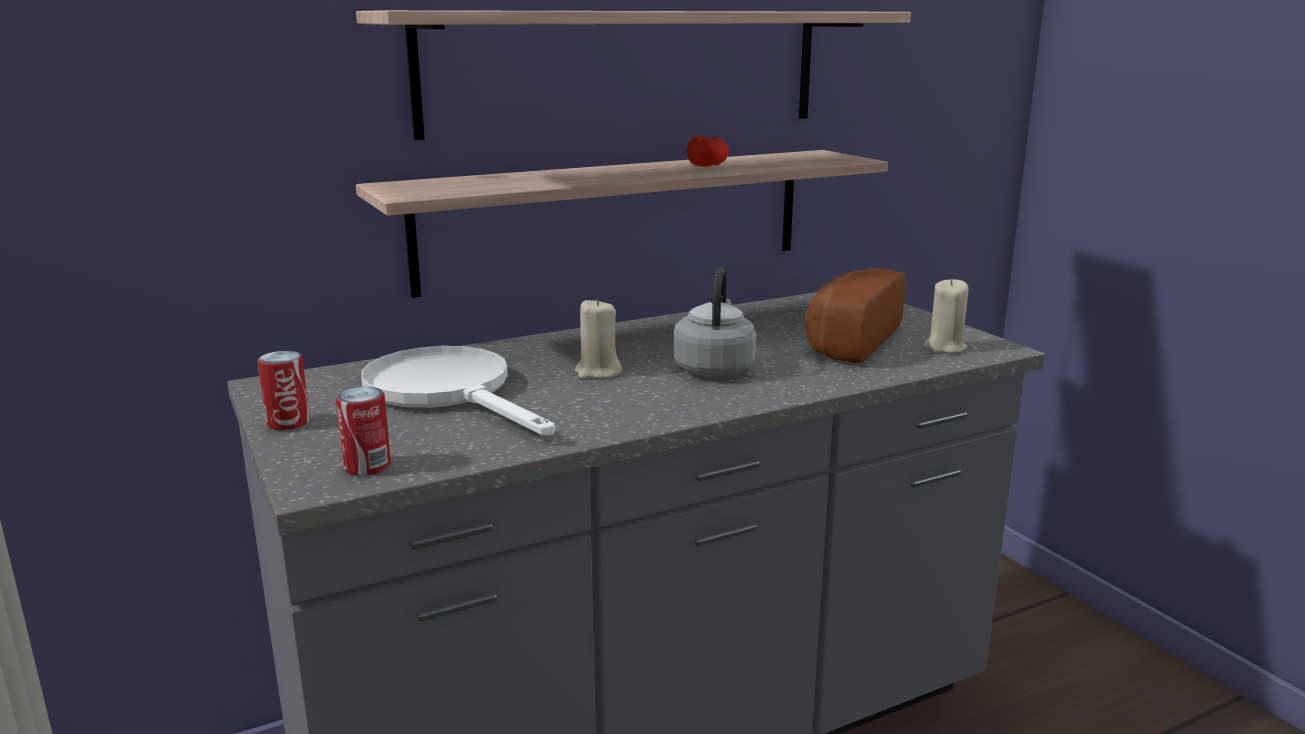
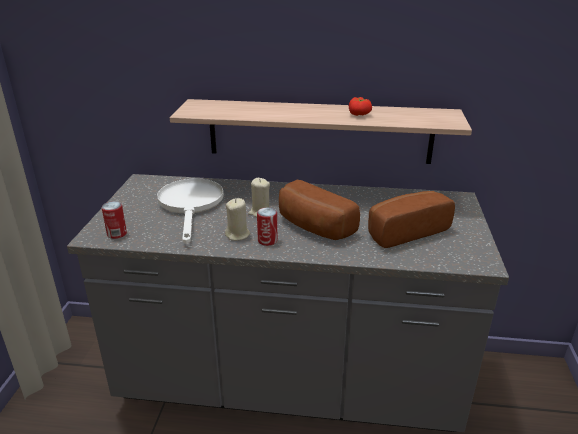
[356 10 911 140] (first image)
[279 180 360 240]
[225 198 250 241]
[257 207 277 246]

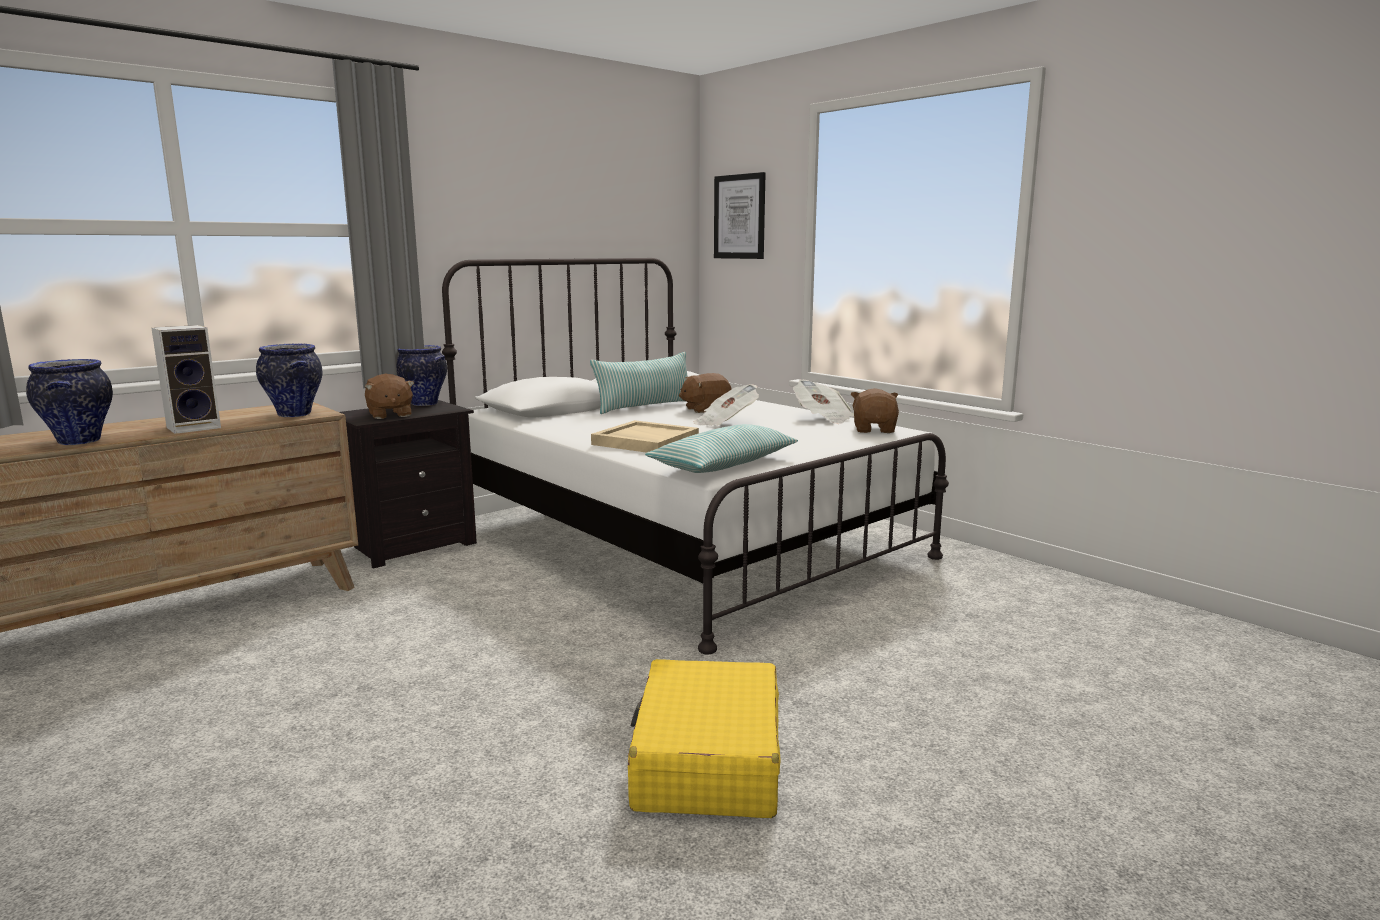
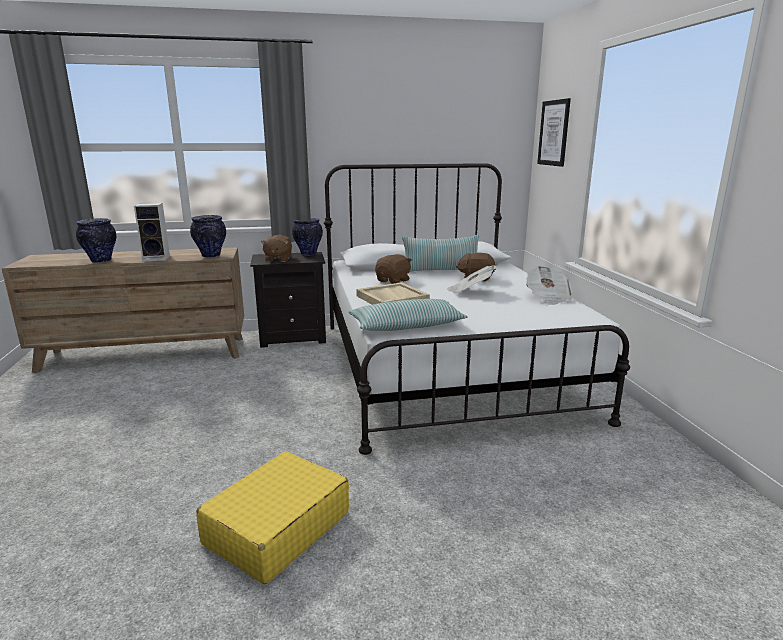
[375 254 412 284]

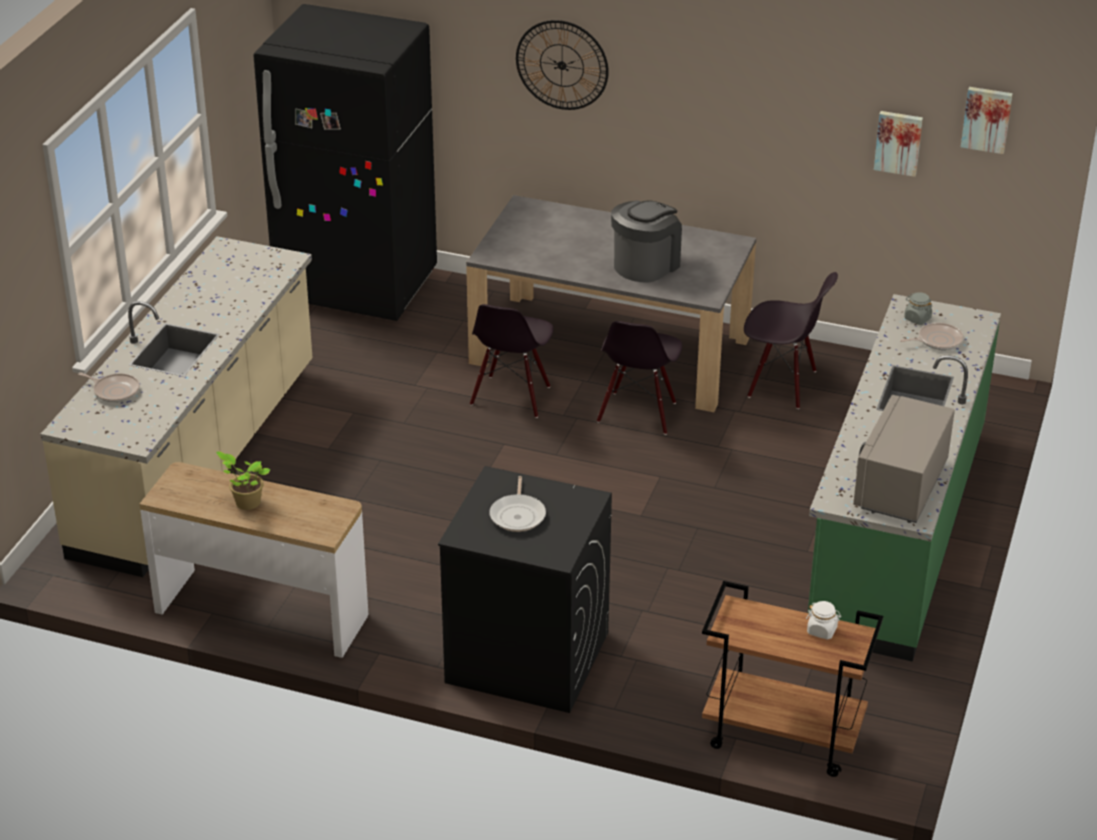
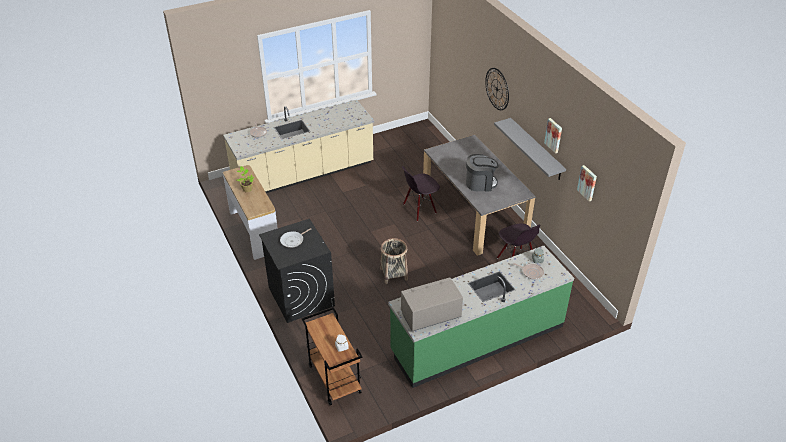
[253 4 437 321] (first image)
[544 118 562 153]
[597 321 682 435] (first image)
[494 118 566 180]
[380 238 408 284]

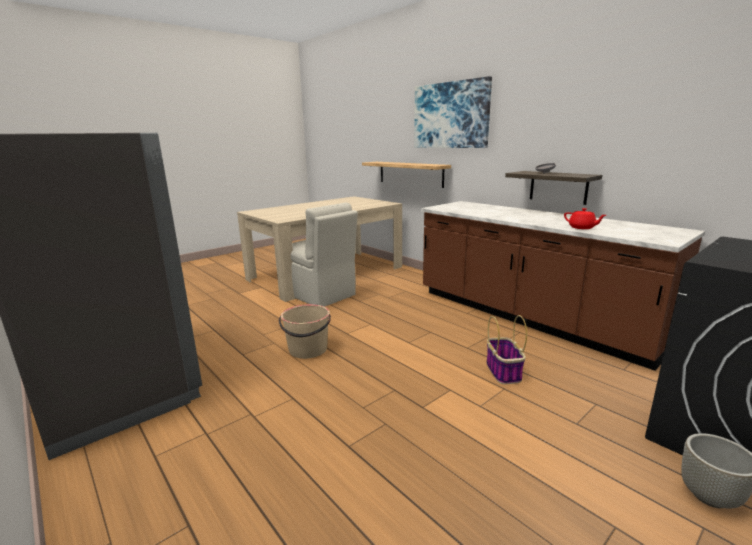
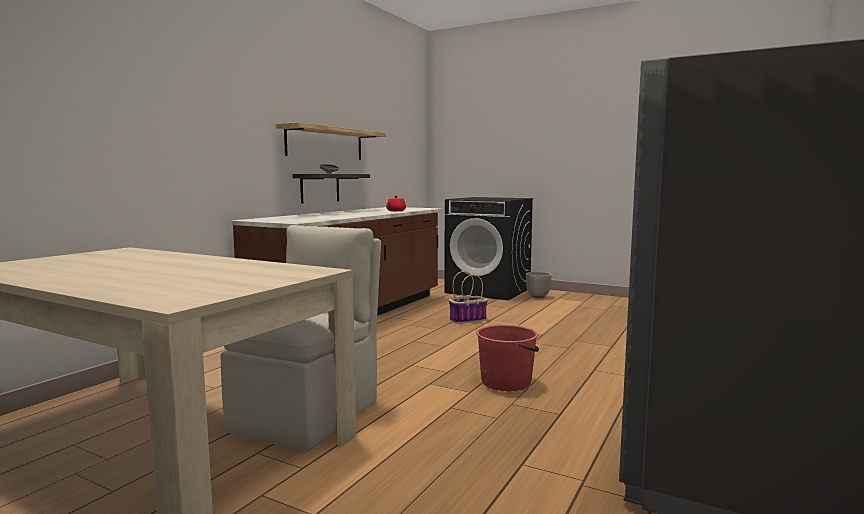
[414 76 492 148] (first image)
[276 122 386 159]
[476 324 539 391]

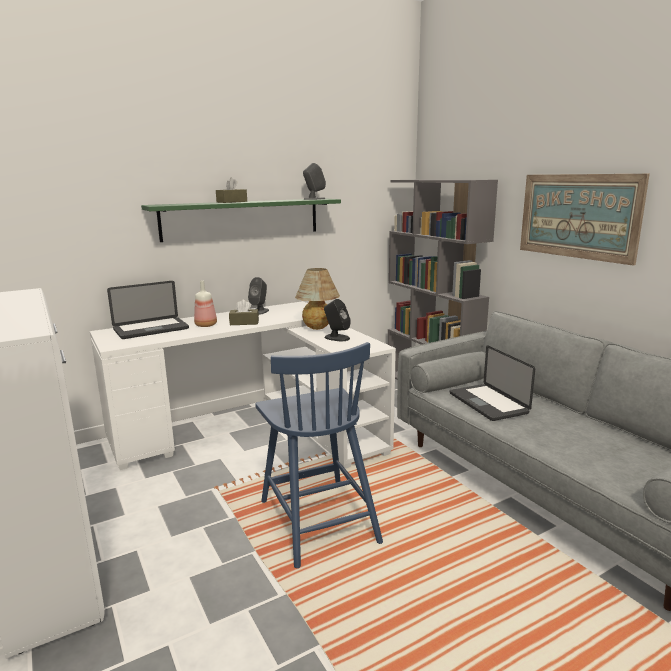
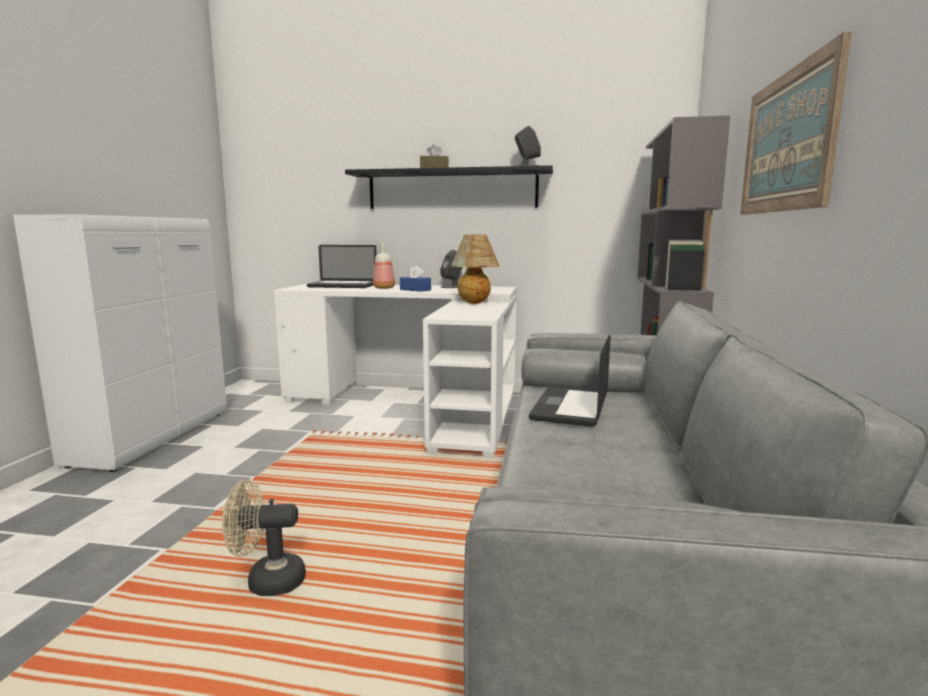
[345 165 553 209]
[324 299 351 341] (first image)
[400 265 431 292]
[255 342 383 568] (first image)
[222 480 306 596]

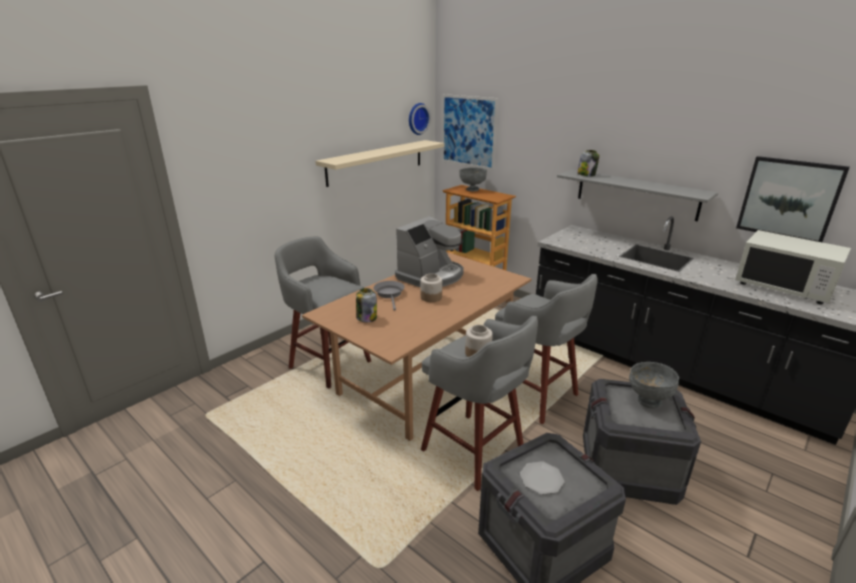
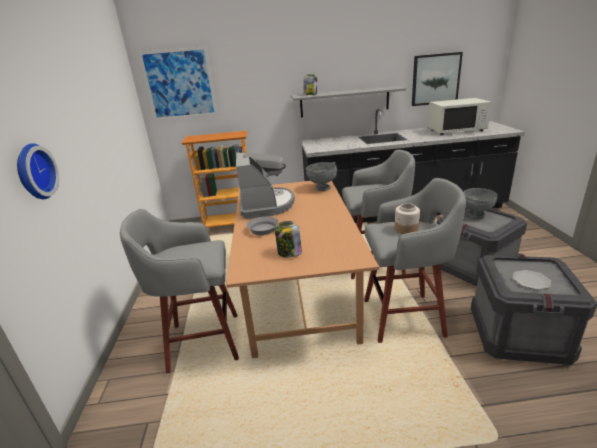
[17 143 59 199]
[315 140 445 187] (first image)
[306 162 337 191]
[421 273 442 302] (first image)

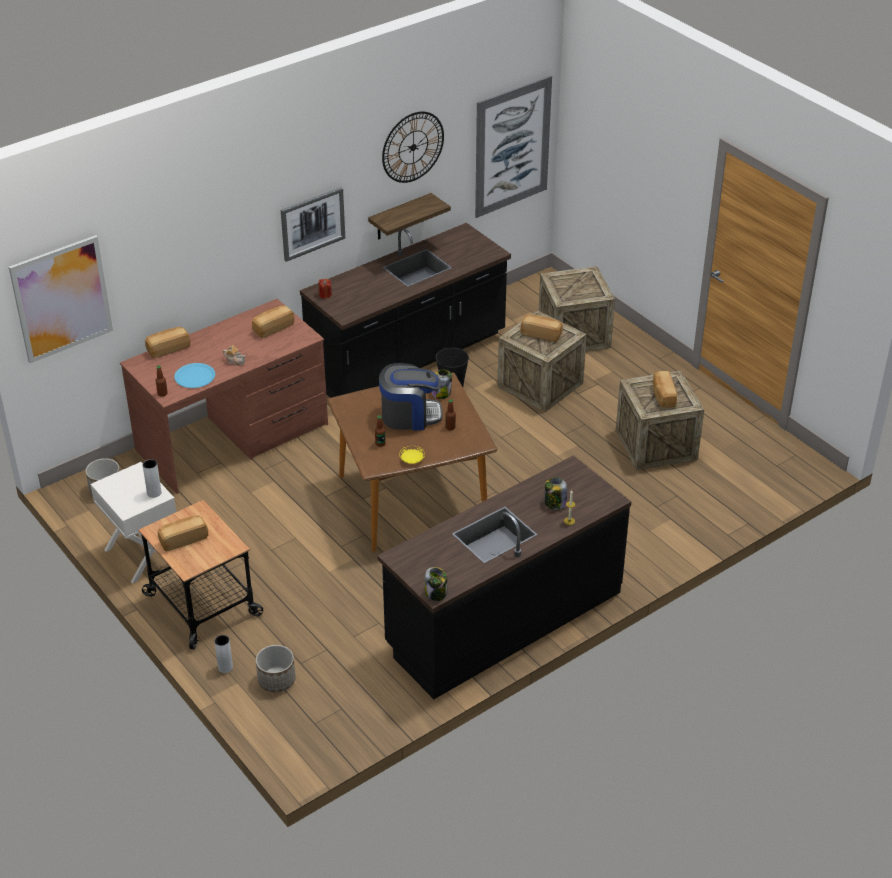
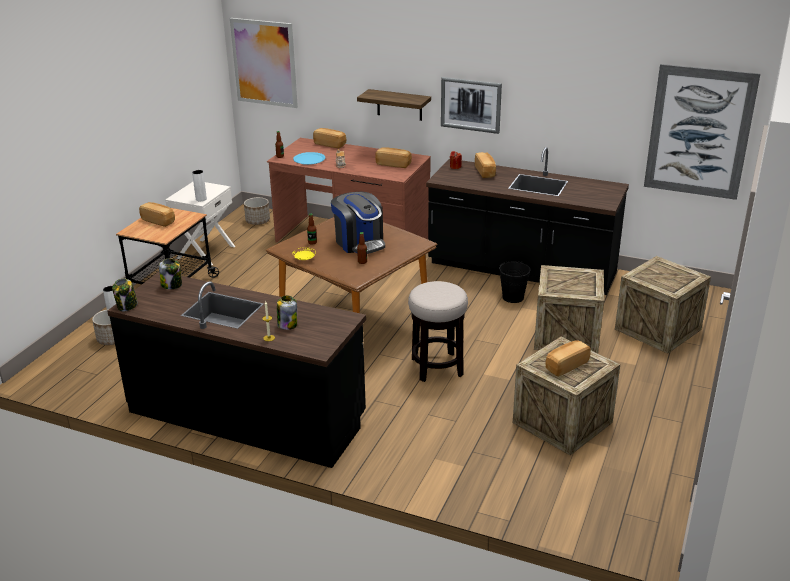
[382 111 444 183] (first image)
[357 89 431 121]
[475 152 496 178]
[159 259 182 289]
[408 281 468 382]

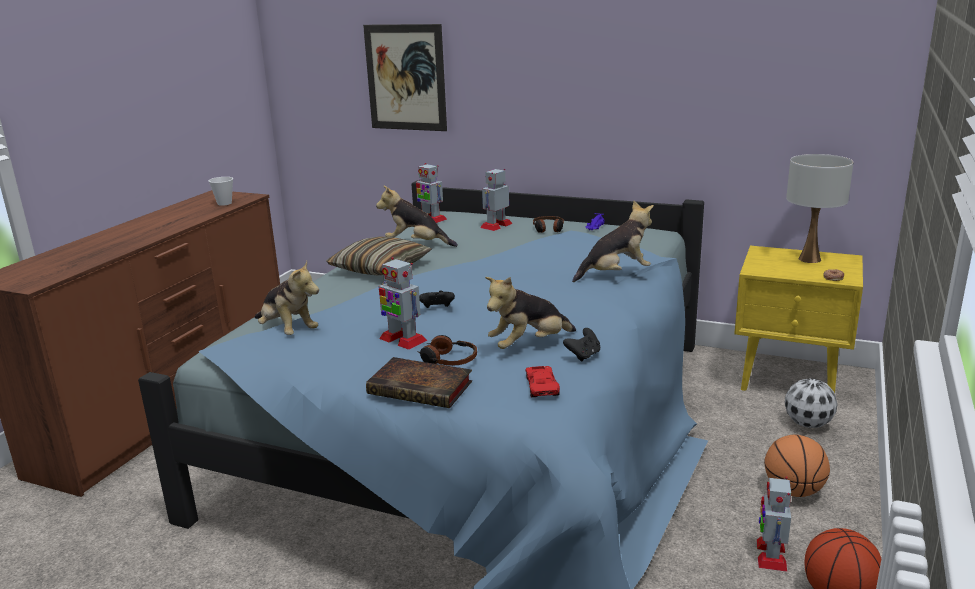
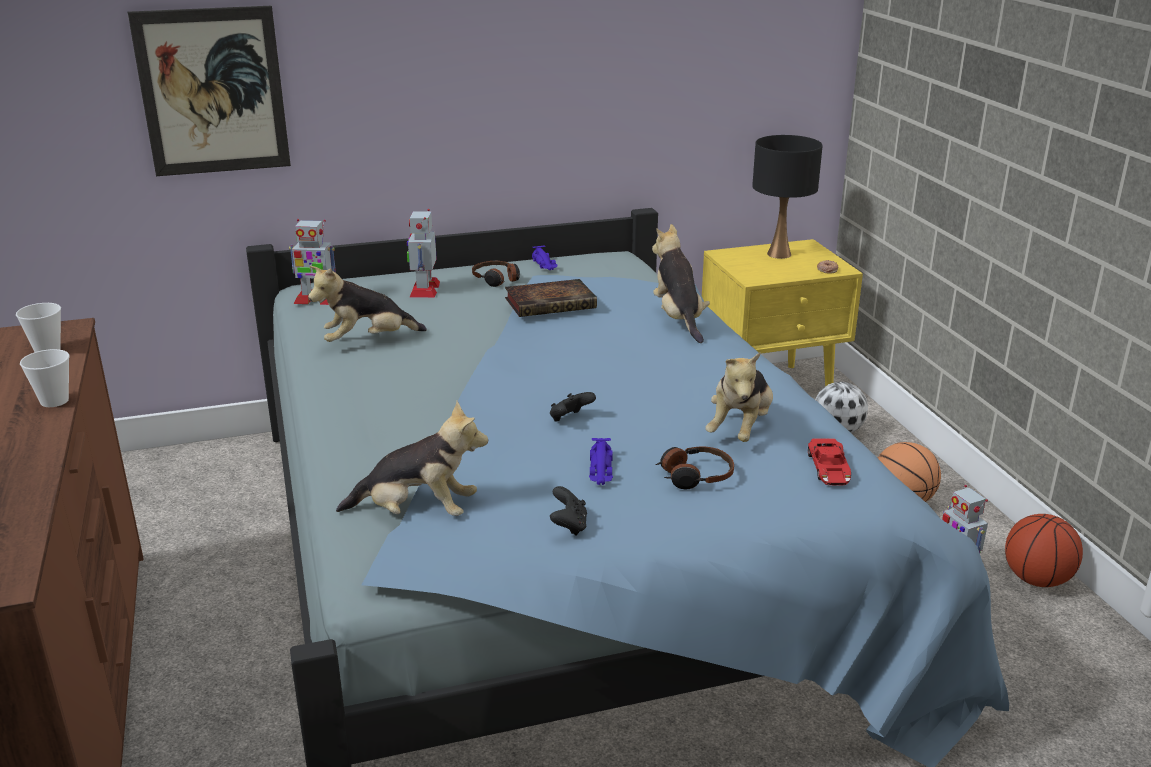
[752 135 823 259]
[652 224 710 343]
[326 236 432 276] (first image)
[589 438 613 485]
[550 486 587 536]
[505 279 597 317]
[808 438 851 485]
[20 349 70 407]

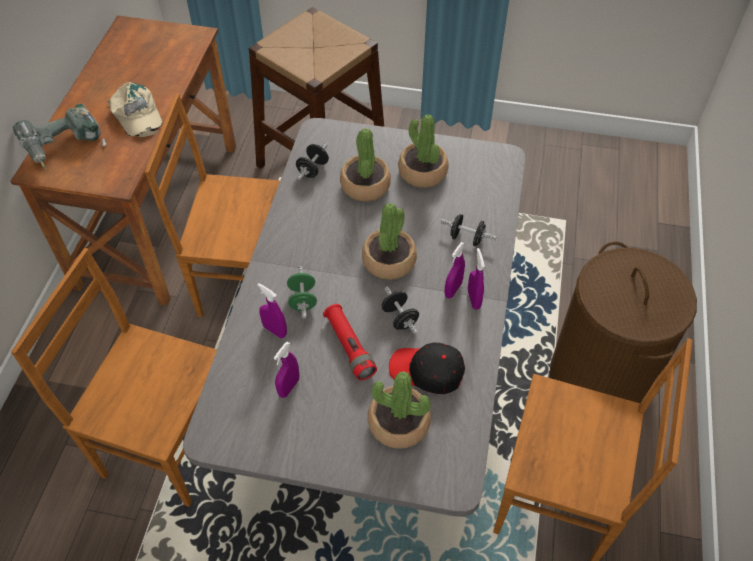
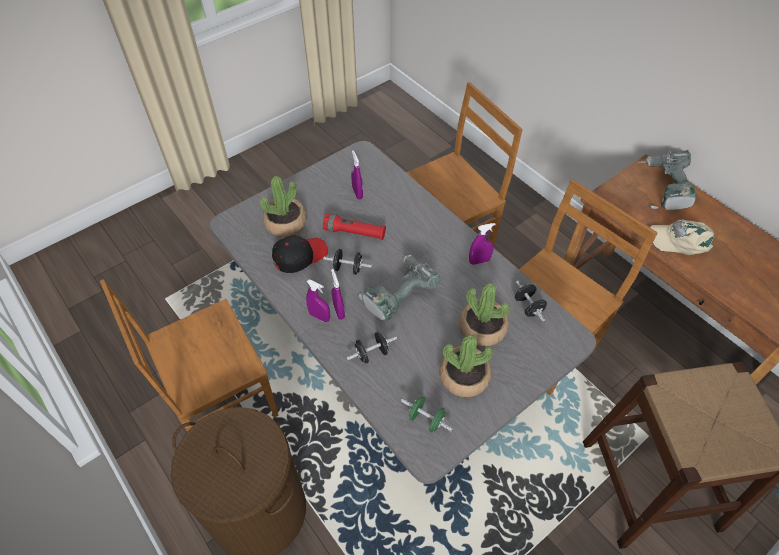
[358 253 440 321]
[401 396 453 432]
[469 223 496 265]

